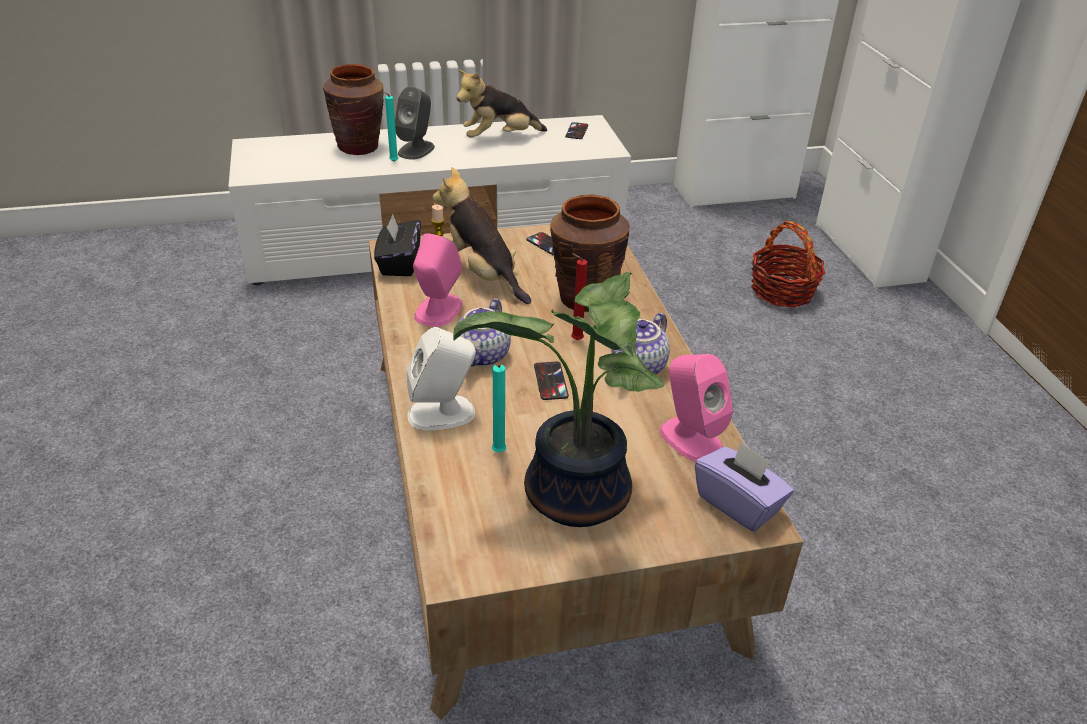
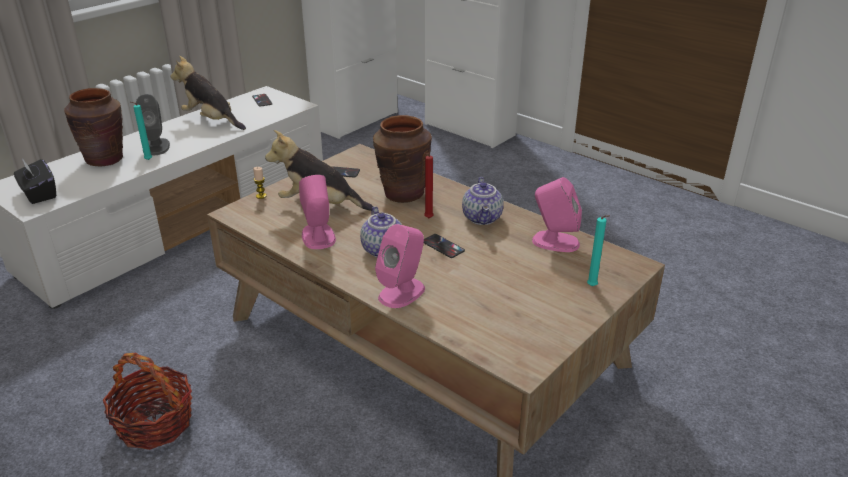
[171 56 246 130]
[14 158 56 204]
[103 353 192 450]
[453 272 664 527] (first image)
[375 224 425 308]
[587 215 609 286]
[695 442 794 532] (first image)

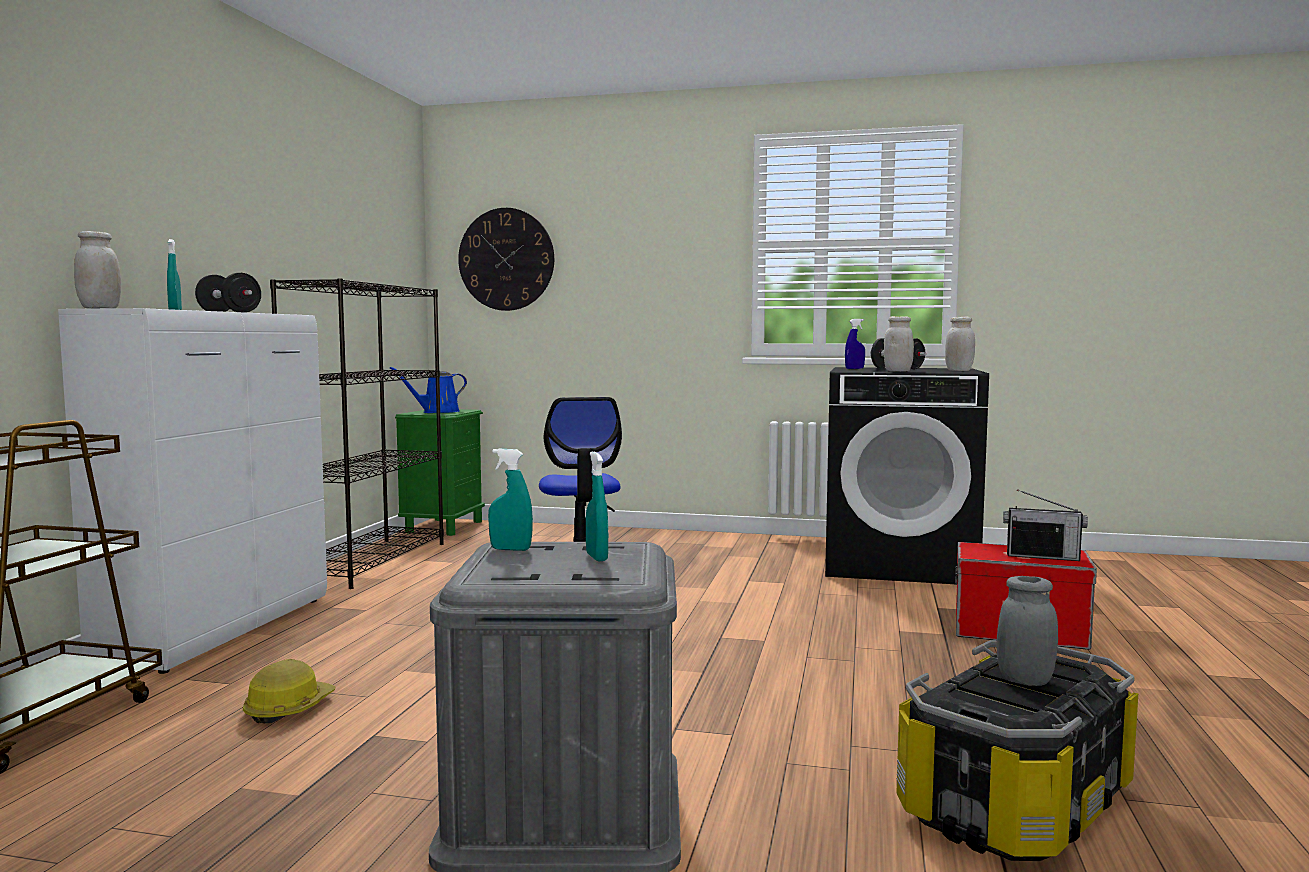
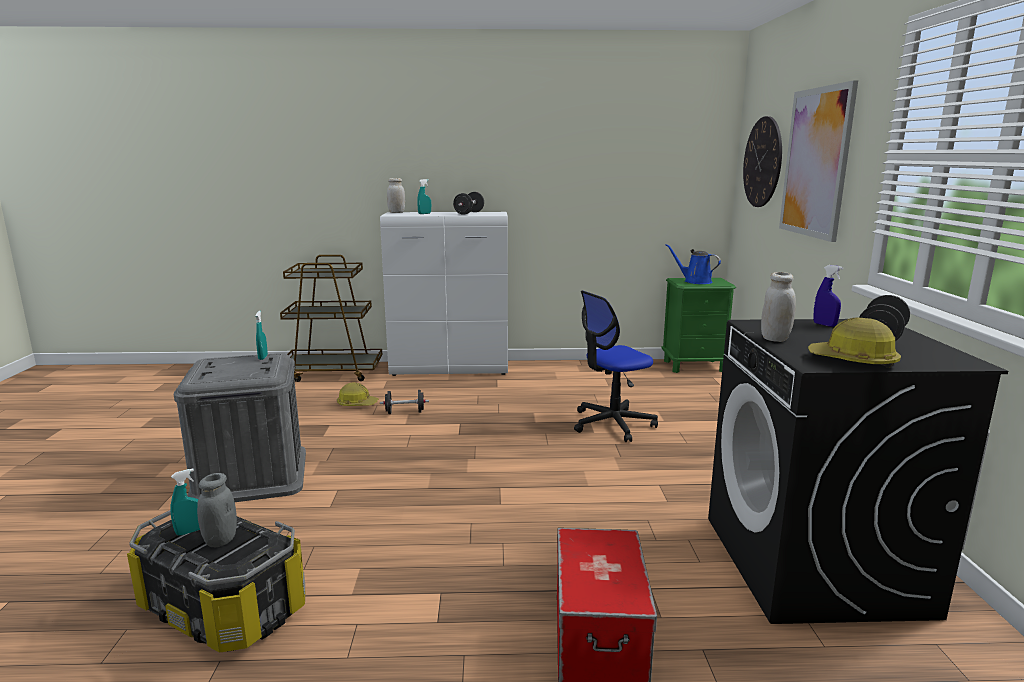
[270 278 444 589] (first image)
[808 317 901 368]
[170 469 200 536]
[1003 489 1088 561] (first image)
[779 80 858 242]
[380 390 429 414]

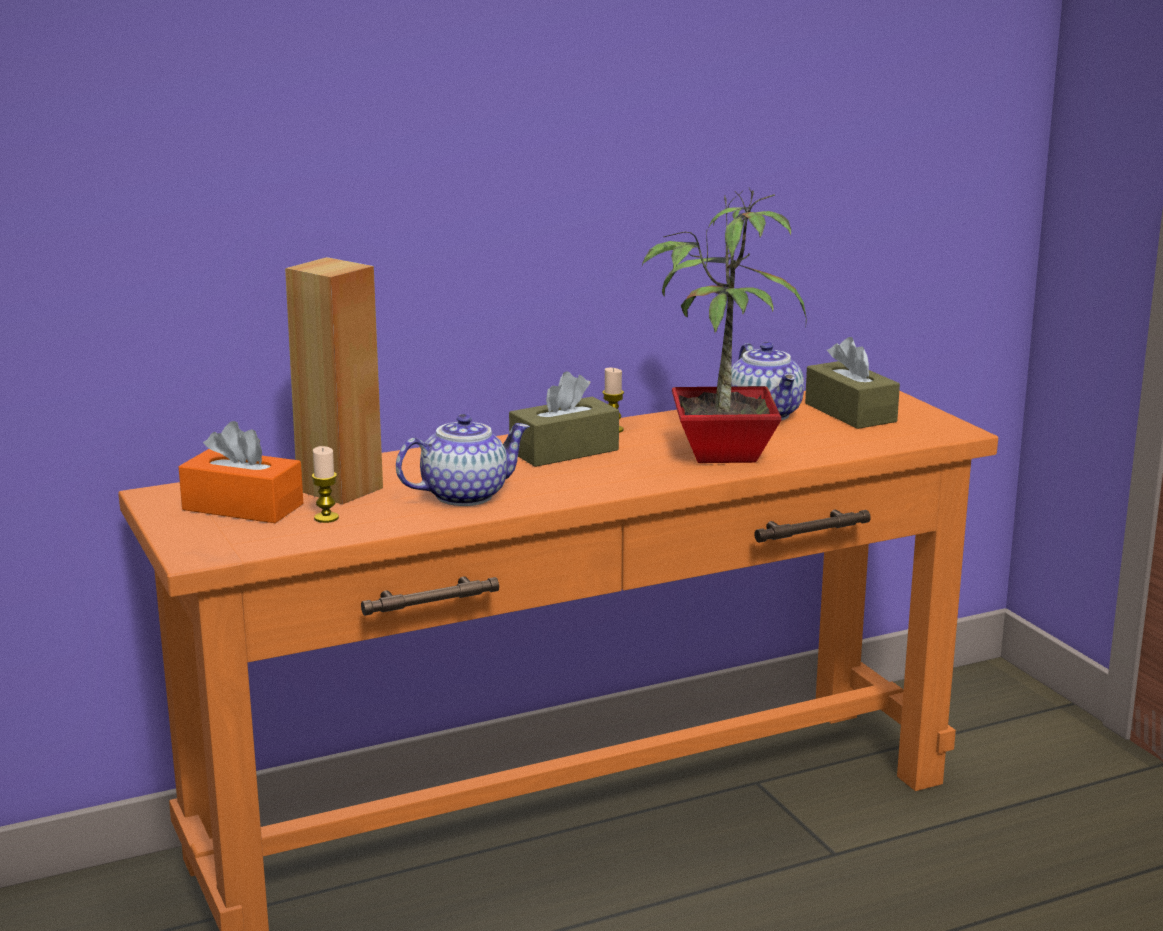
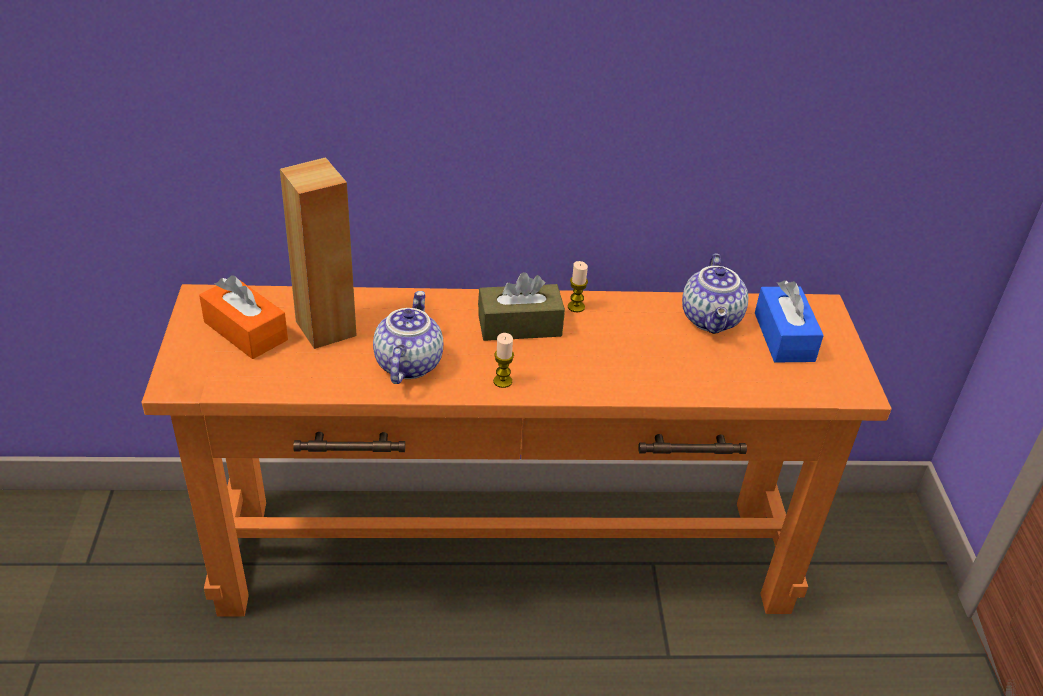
[642 188 807 463] (first image)
[755 281 824 362]
[373 291 443 384]
[493 333 514 388]

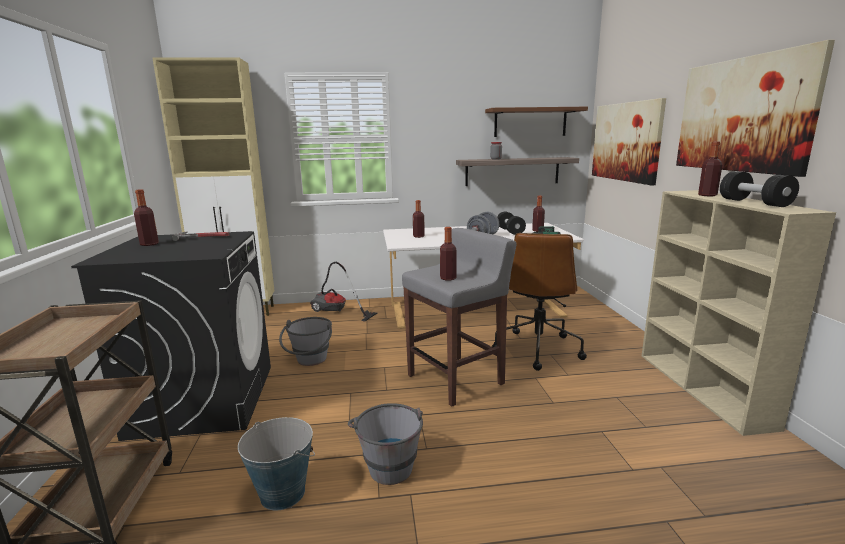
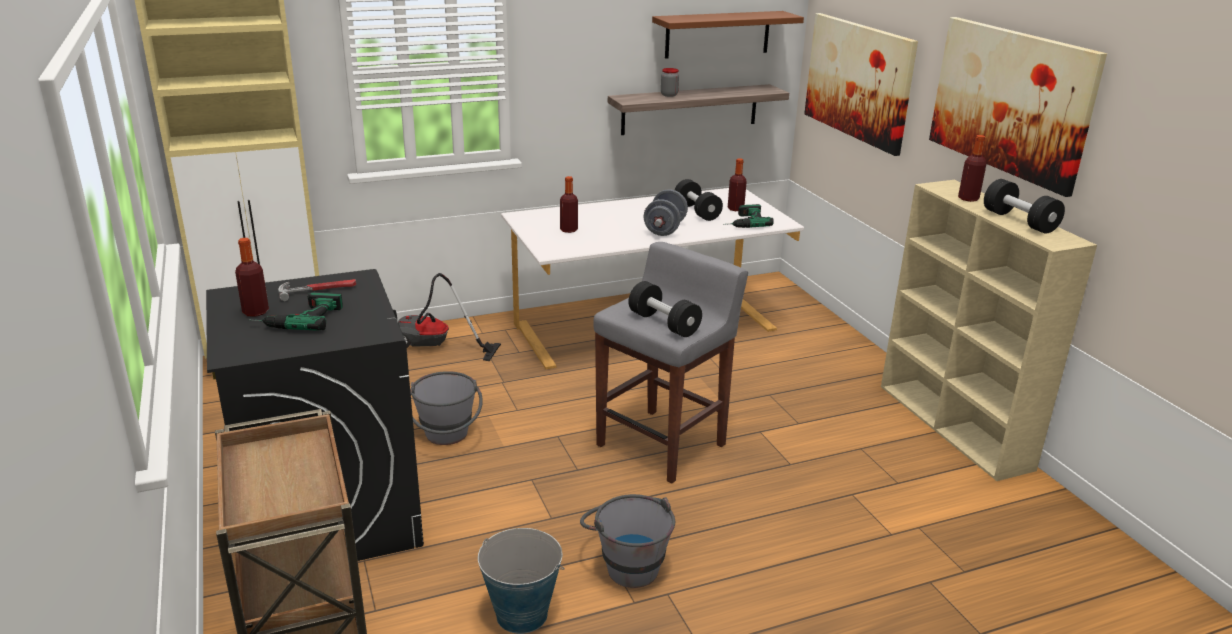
[628 281 702 337]
[492 233 587 371] (first image)
[249 292 343 331]

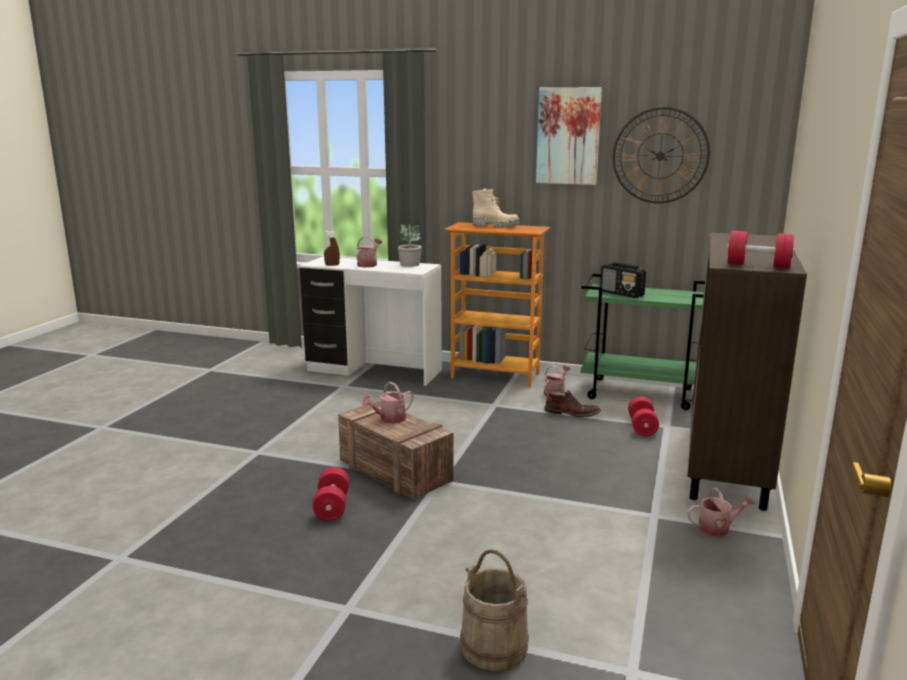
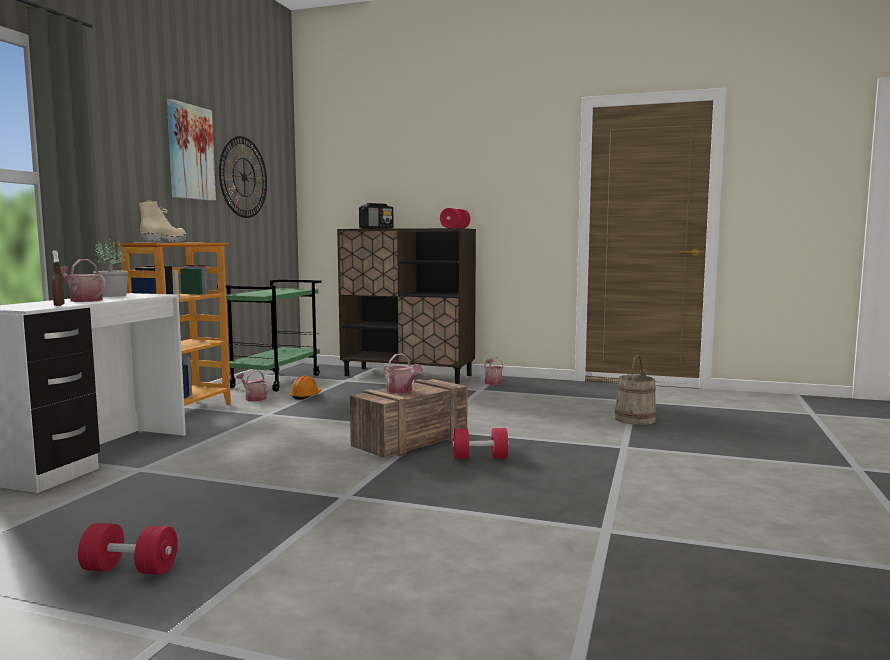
[359 203 394 229]
[289 375 321 400]
[78 523 178 574]

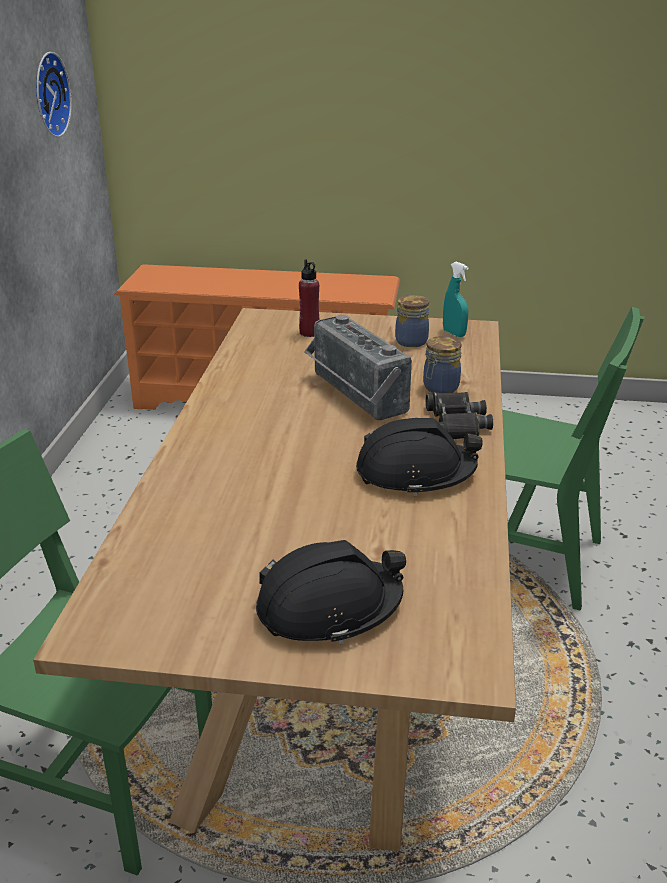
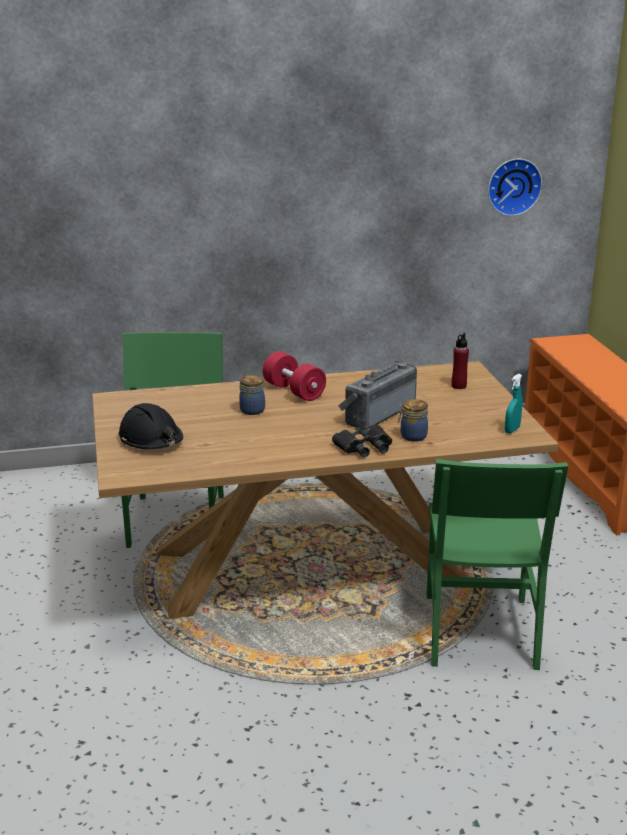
[239 375 265 415]
[356 418 483 496] (first image)
[263 351 326 401]

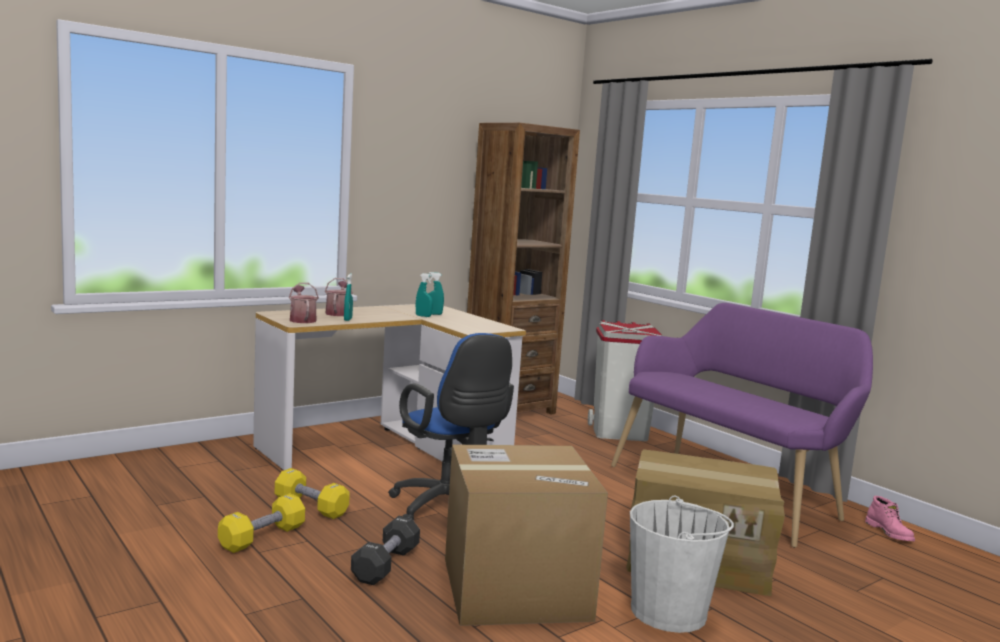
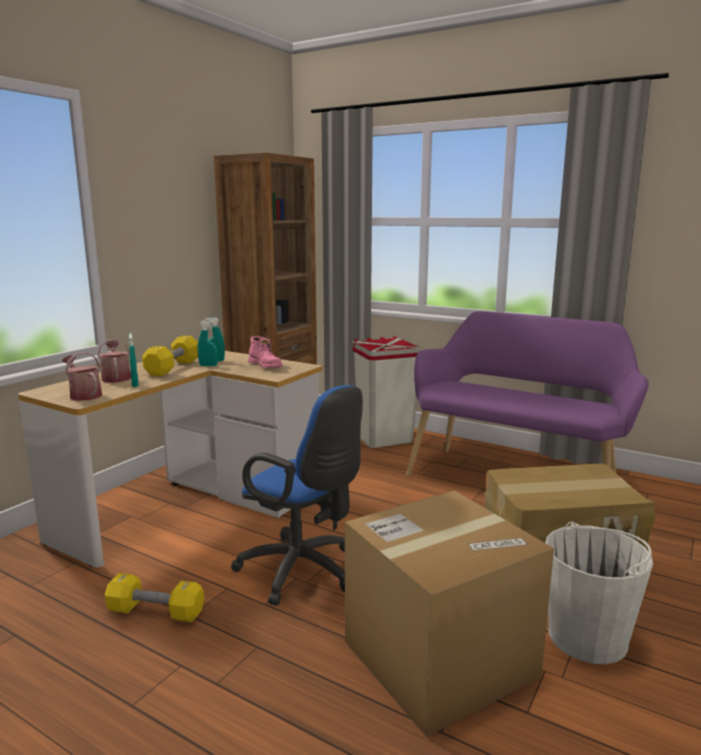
[142 336 198 376]
[248 336 283 368]
[351 516 420 585] (first image)

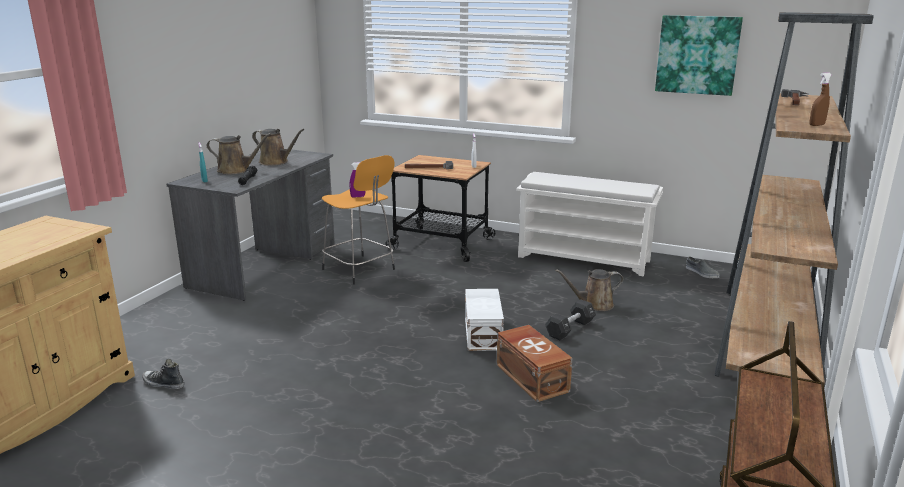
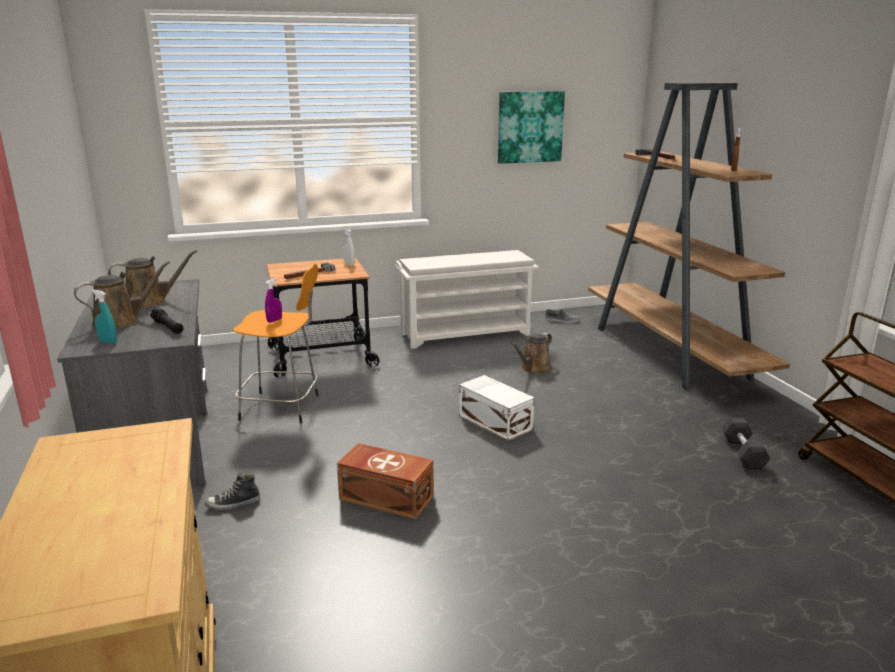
[722 418 771 470]
[337 443 434 520]
[205 473 260 510]

